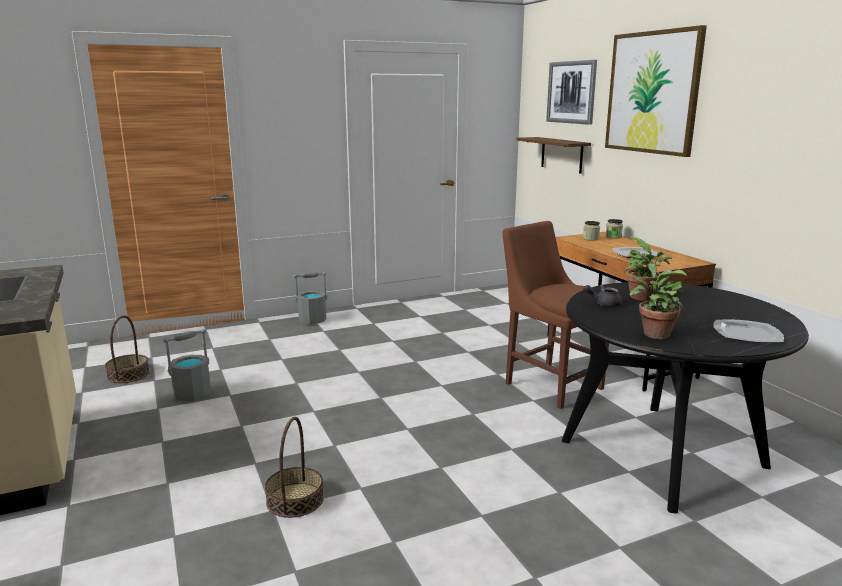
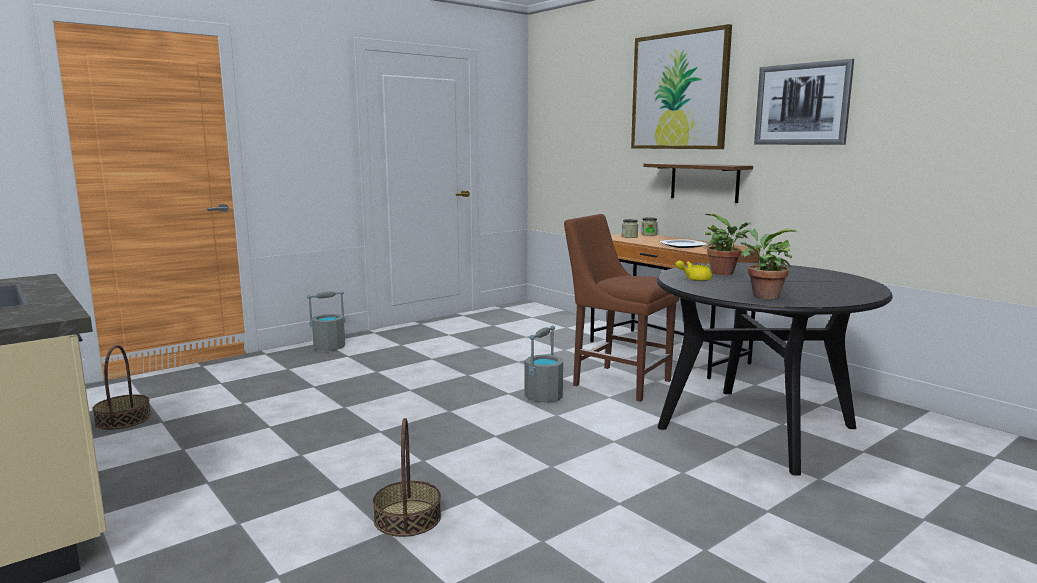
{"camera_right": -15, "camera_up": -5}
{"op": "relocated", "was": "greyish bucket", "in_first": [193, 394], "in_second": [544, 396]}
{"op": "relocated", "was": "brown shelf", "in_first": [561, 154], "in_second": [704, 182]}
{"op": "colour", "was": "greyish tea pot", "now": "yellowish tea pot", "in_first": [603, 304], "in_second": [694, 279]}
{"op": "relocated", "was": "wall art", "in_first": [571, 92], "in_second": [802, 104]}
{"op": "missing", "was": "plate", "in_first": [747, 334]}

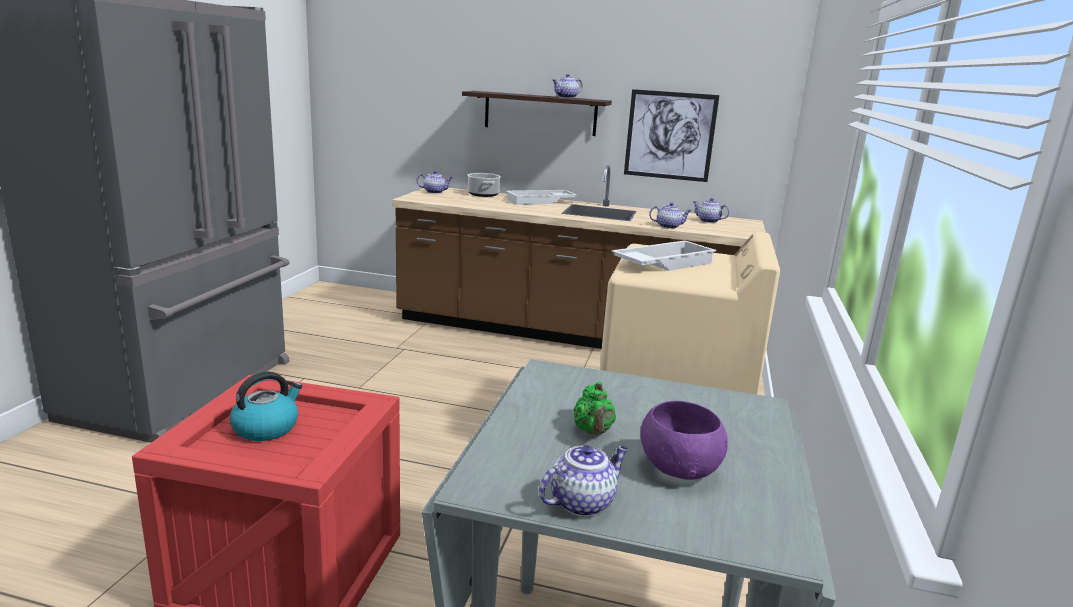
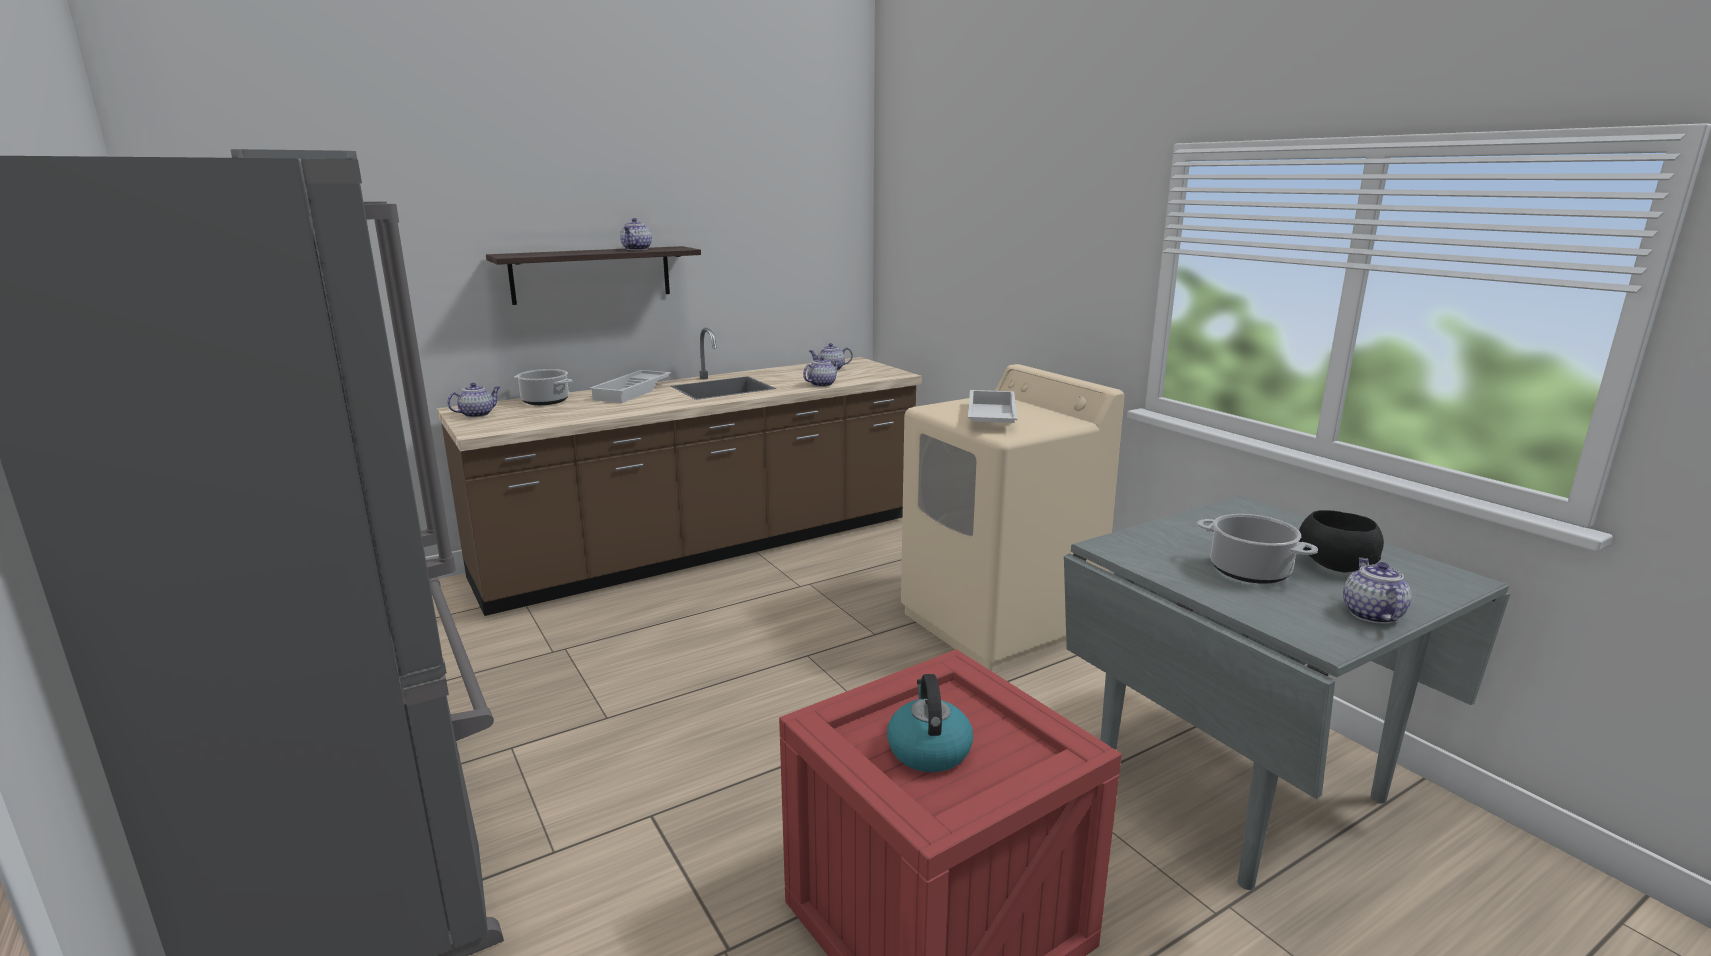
{"camera_right": -45, "camera_up": 0}
{"op": "exchanged", "was": "green tea pot", "now": "saucepot", "in_first": [593, 432], "in_second": [1250, 571]}
{"op": "colour", "was": "purple-coloured deep dish", "now": "blackish deep dish", "in_first": [678, 468], "in_second": [1333, 566]}
{"op": "missing", "was": "wall art", "in_first": [670, 135]}

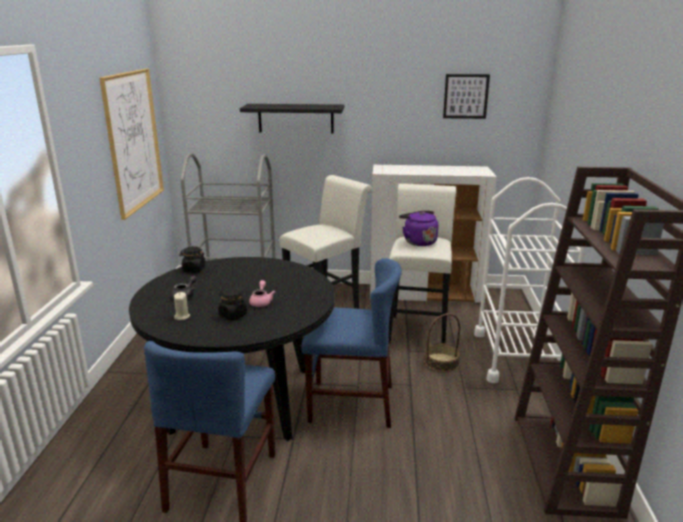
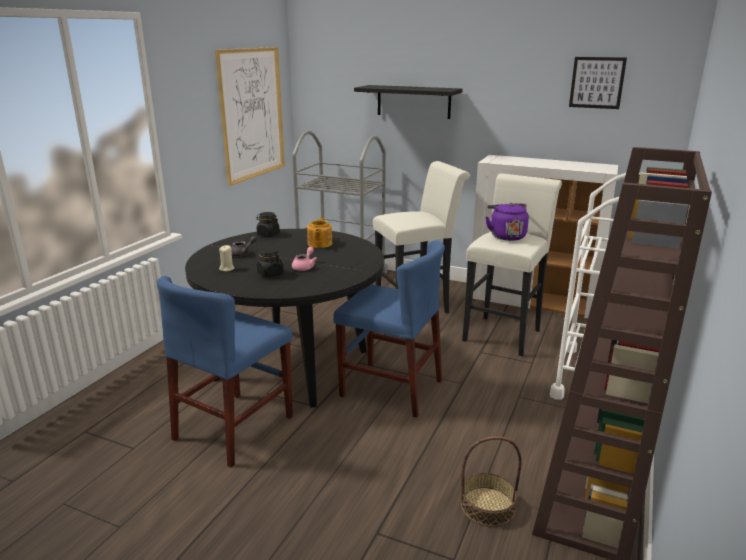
{"camera_right": 20, "camera_up": 0}
{"op": "appeared", "now": "tea pot", "in_second": [319, 244]}
{"op": "relocated", "was": "household basket", "in_first": [441, 362], "in_second": [488, 506]}

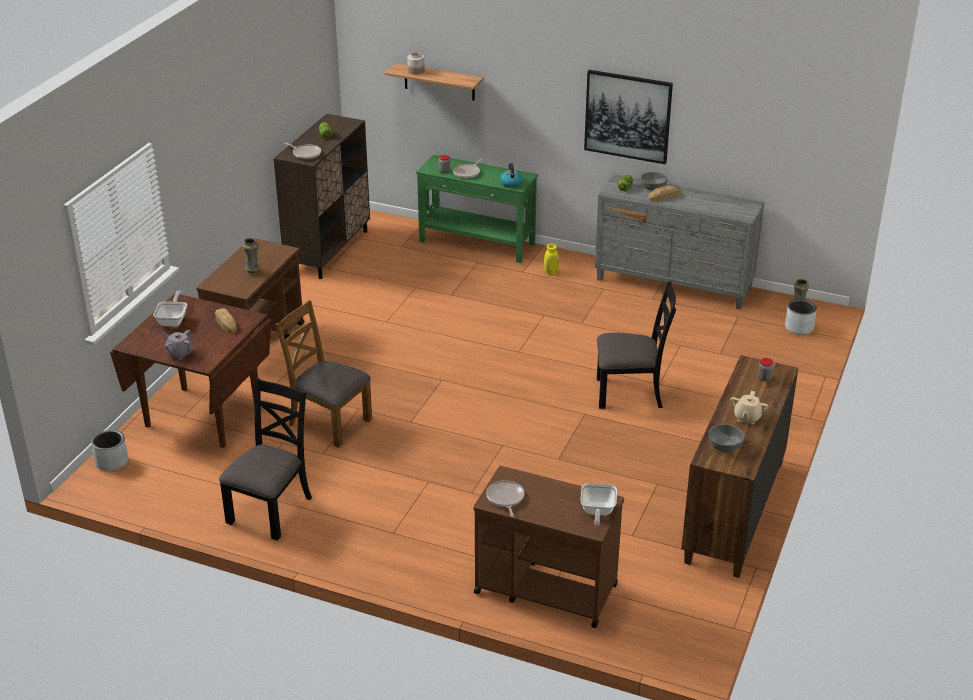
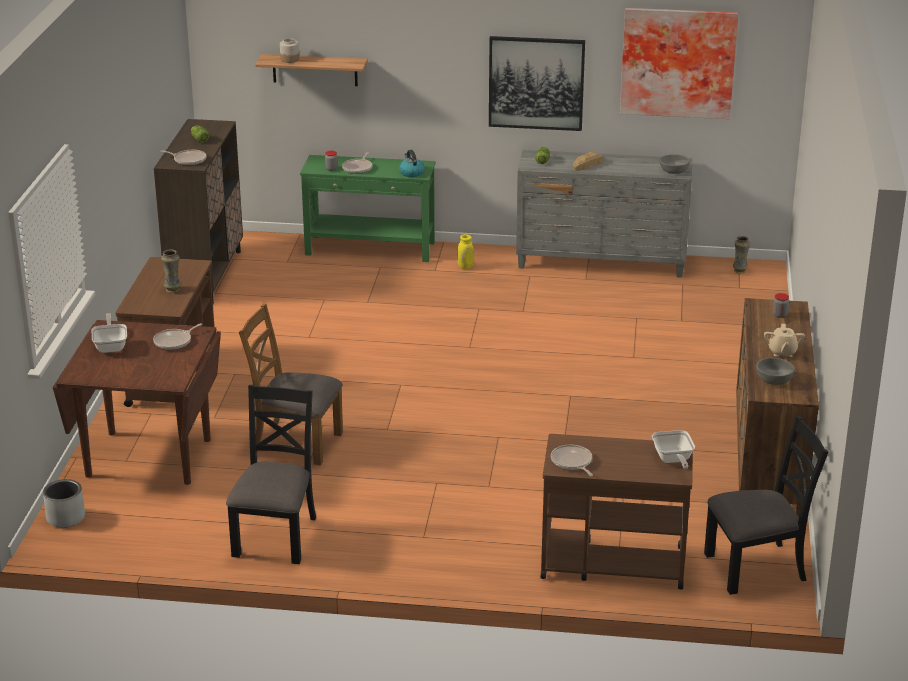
{"camera_right": -15, "camera_up": -5}
{"op": "exchanged", "was": "baked bread", "now": "frying pan", "in_first": [226, 324], "in_second": [174, 342]}
{"op": "appeared", "now": "wall art", "in_second": [678, 62]}
{"op": "relocated", "was": "greyish deep dish", "in_first": [653, 187], "in_second": [674, 170]}
{"op": "relocated", "was": "blackish chair", "in_first": [630, 393], "in_second": [756, 567]}
{"op": "missing", "was": "greyish tea pot", "in_first": [179, 353]}
{"op": "missing", "was": "greyish flower pot", "in_first": [799, 328]}

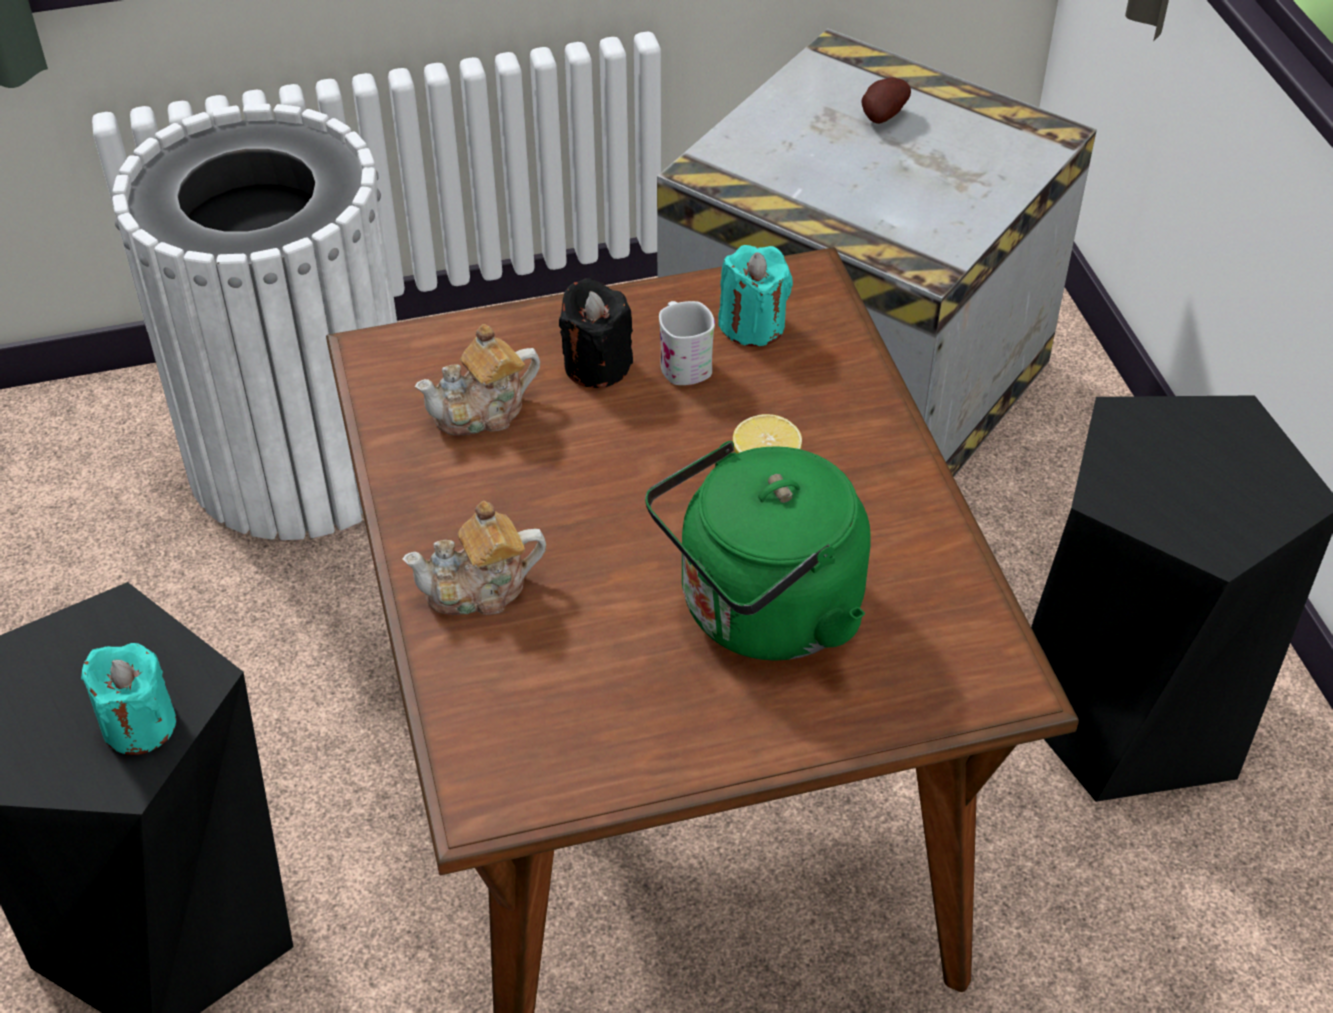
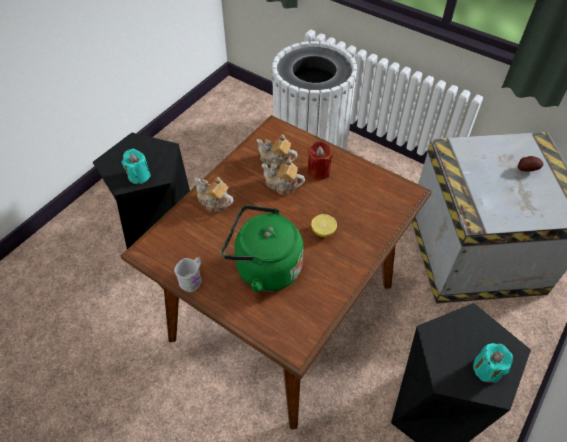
{"camera_right": 50, "camera_up": 5}
{"op": "relocated", "was": "white mug", "in_first": [682, 362], "in_second": [193, 279]}
{"op": "appeared", "now": "tea pot", "in_second": [282, 185]}
{"op": "colour", "was": "blackish candle", "now": "red-coloured candle", "in_first": [597, 365], "in_second": [319, 171]}
{"op": "relocated", "was": "turquoise candle", "in_first": [752, 325], "in_second": [487, 369]}

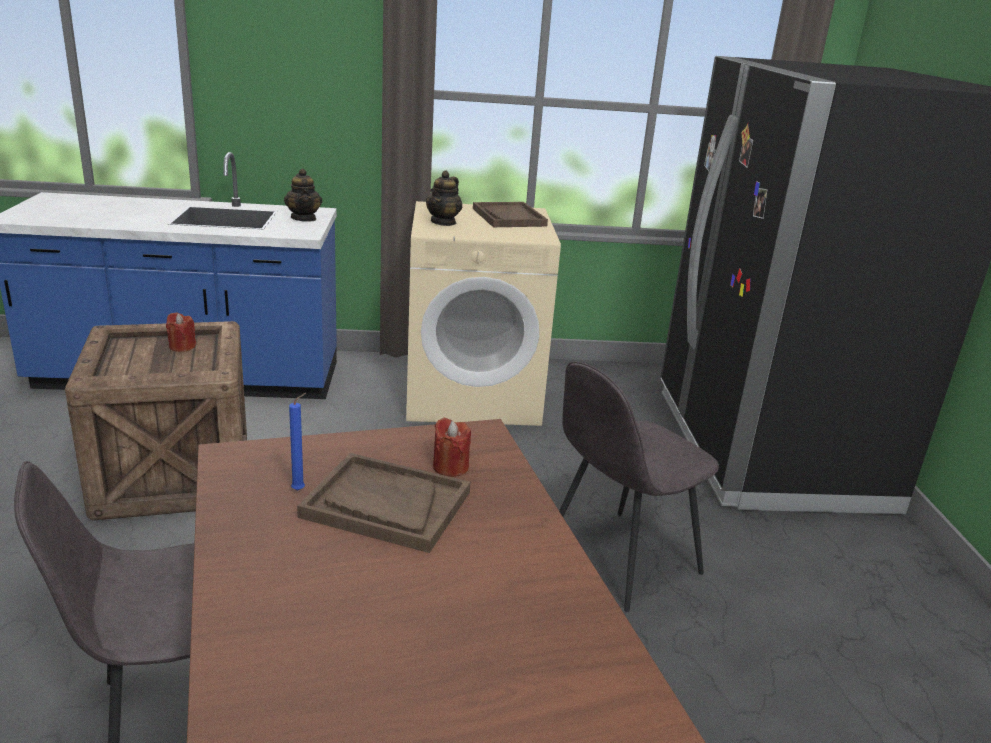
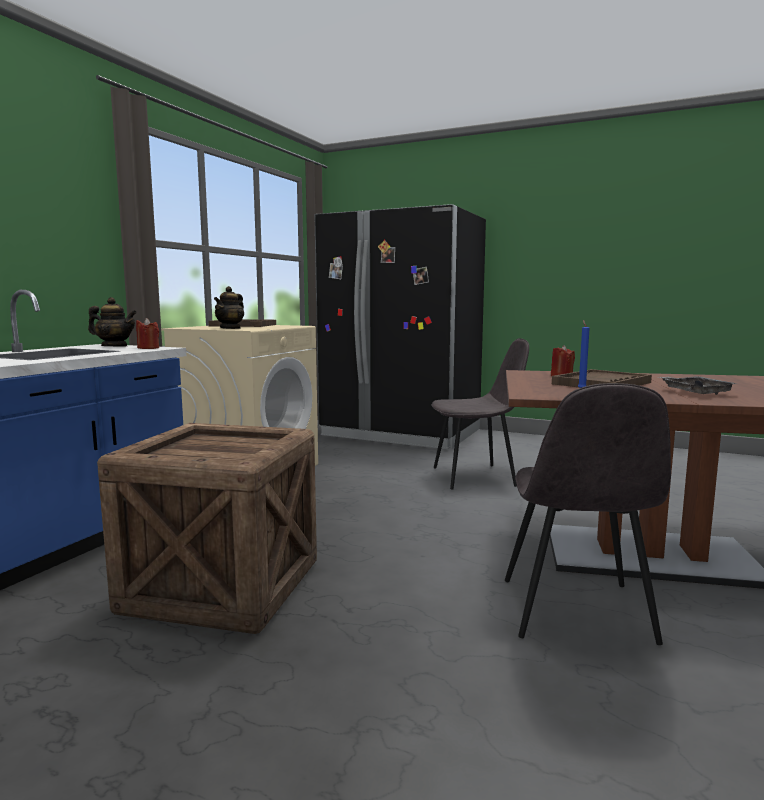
{"camera_right": -60, "camera_up": -15}
{"op": "relocated", "was": "red-coloured candle", "in_first": [182, 346], "in_second": [148, 348]}
{"op": "spun", "was": "tea pot", "in_first": [443, 222], "in_second": [230, 328], "clockwise": 60}
{"op": "spun", "was": "greyish chair", "in_first": [619, 560], "in_second": [476, 477], "clockwise": -90}
{"op": "appeared", "now": "greyish serving tray", "in_second": [695, 392]}

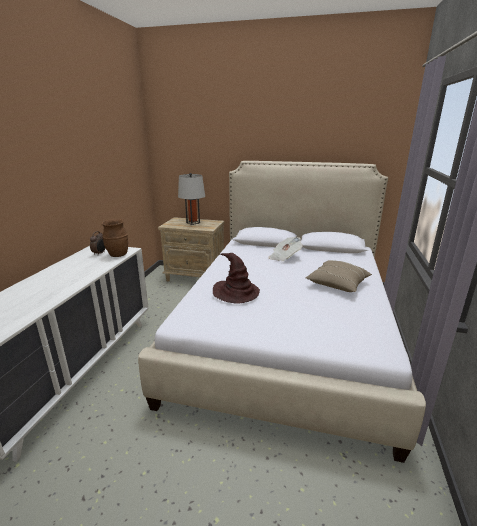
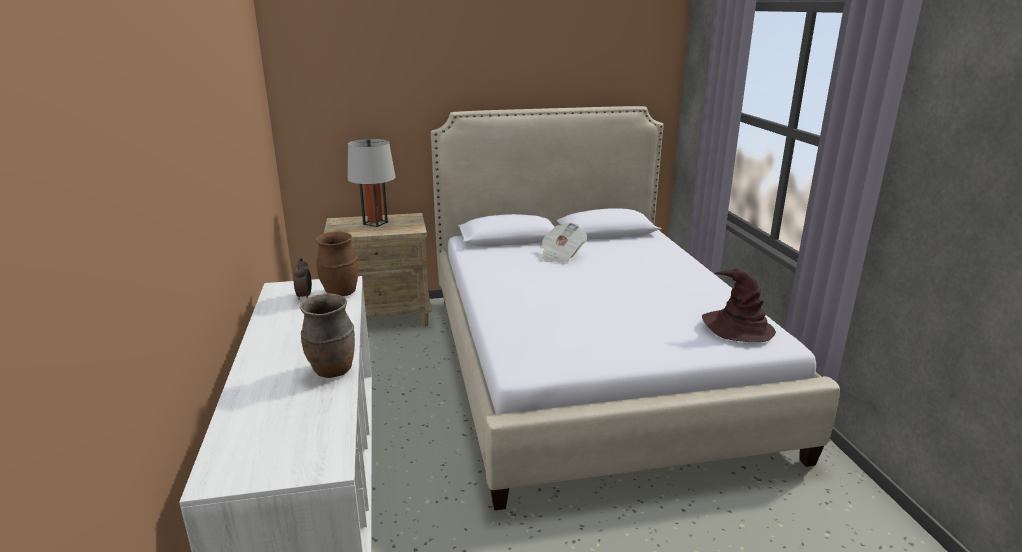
{"camera_right": -25, "camera_up": 0}
{"op": "appeared", "now": "brown vase", "in_second": [332, 371]}
{"op": "relocated", "was": "brown clothing hat", "in_first": [236, 293], "in_second": [737, 327]}
{"op": "missing", "was": "beige-coloured pillow", "in_first": [337, 284]}

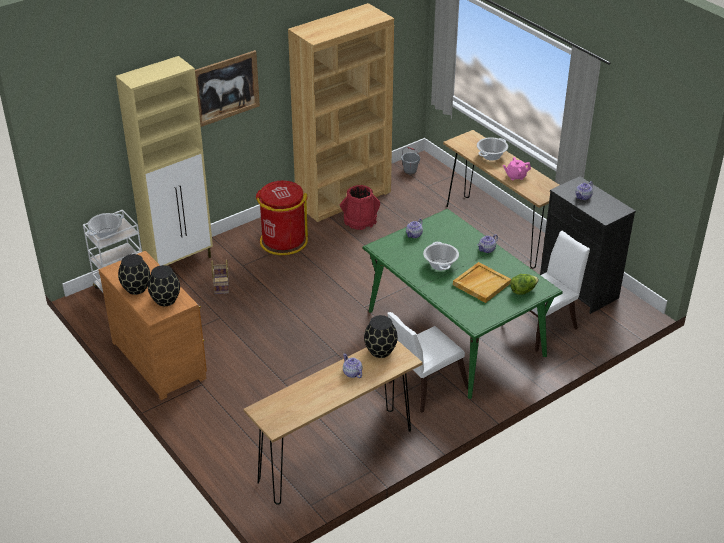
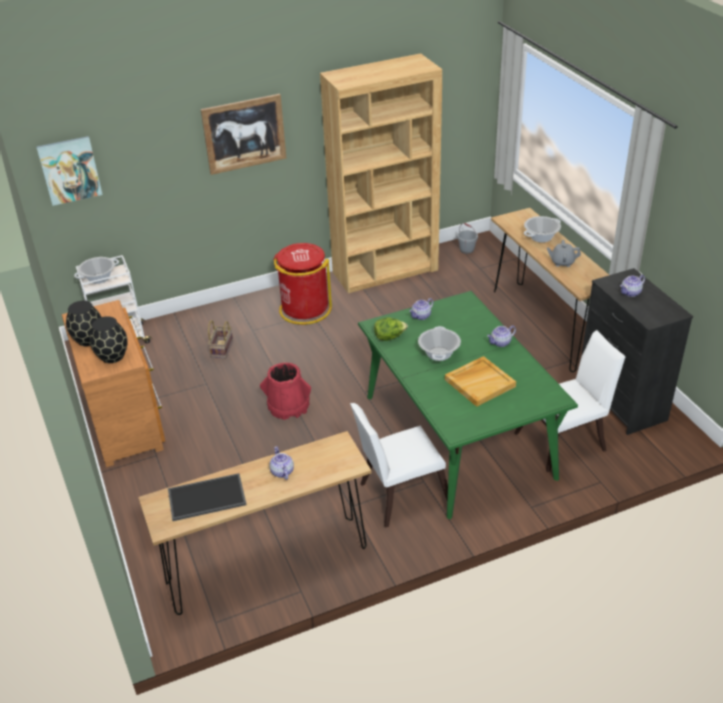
{"camera_right": 15, "camera_up": 0}
{"op": "appeared", "now": "wall art", "in_second": [69, 170]}
{"op": "appeared", "now": "serving tray", "in_second": [206, 498]}
{"op": "relocated", "was": "red-coloured bucket", "in_first": [360, 220], "in_second": [288, 406]}
{"op": "relocated", "was": "lettuce", "in_first": [523, 291], "in_second": [389, 337]}
{"op": "colour", "was": "pinkish tea pot", "now": "greyish tea pot", "in_first": [515, 176], "in_second": [562, 262]}
{"op": "missing", "was": "beige-coloured storage cabinet", "in_first": [180, 261]}
{"op": "missing", "was": "blackish vase", "in_first": [380, 350]}

